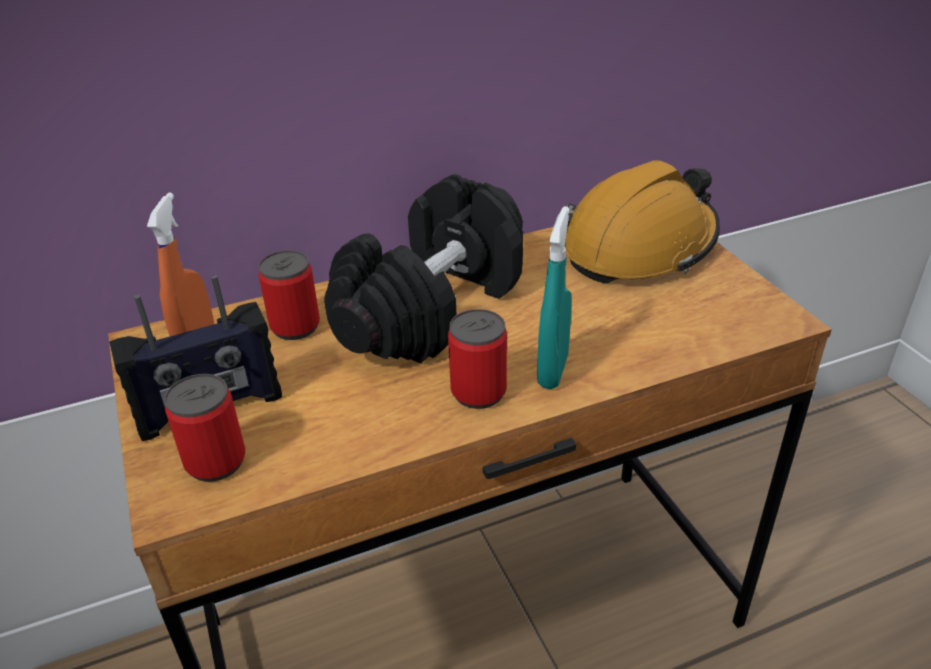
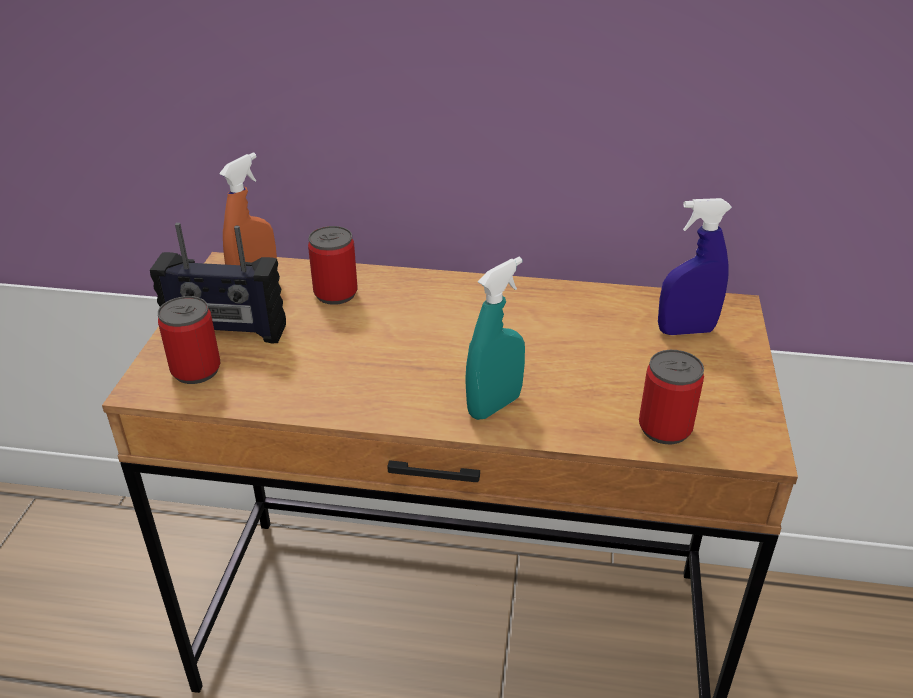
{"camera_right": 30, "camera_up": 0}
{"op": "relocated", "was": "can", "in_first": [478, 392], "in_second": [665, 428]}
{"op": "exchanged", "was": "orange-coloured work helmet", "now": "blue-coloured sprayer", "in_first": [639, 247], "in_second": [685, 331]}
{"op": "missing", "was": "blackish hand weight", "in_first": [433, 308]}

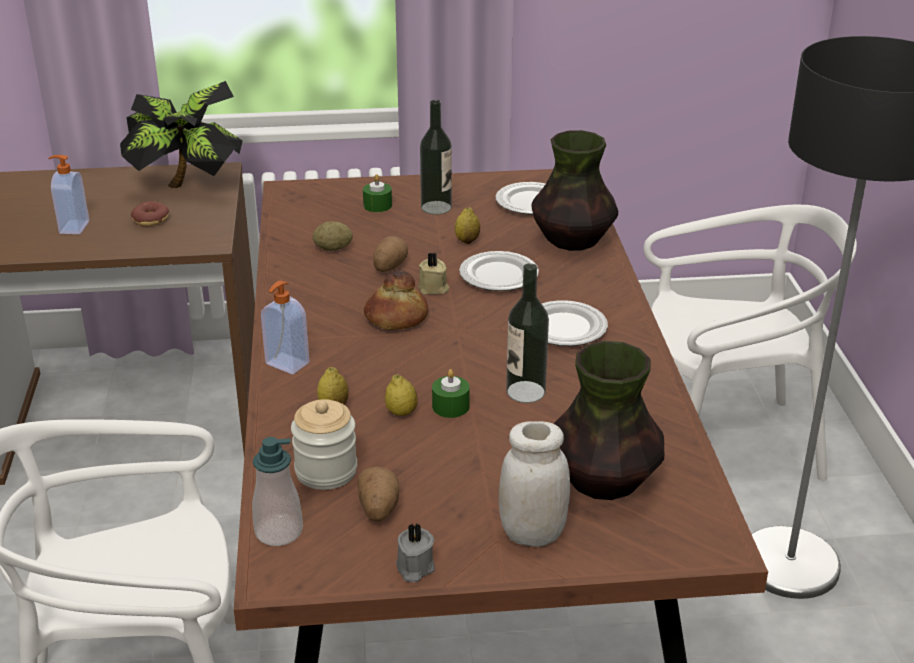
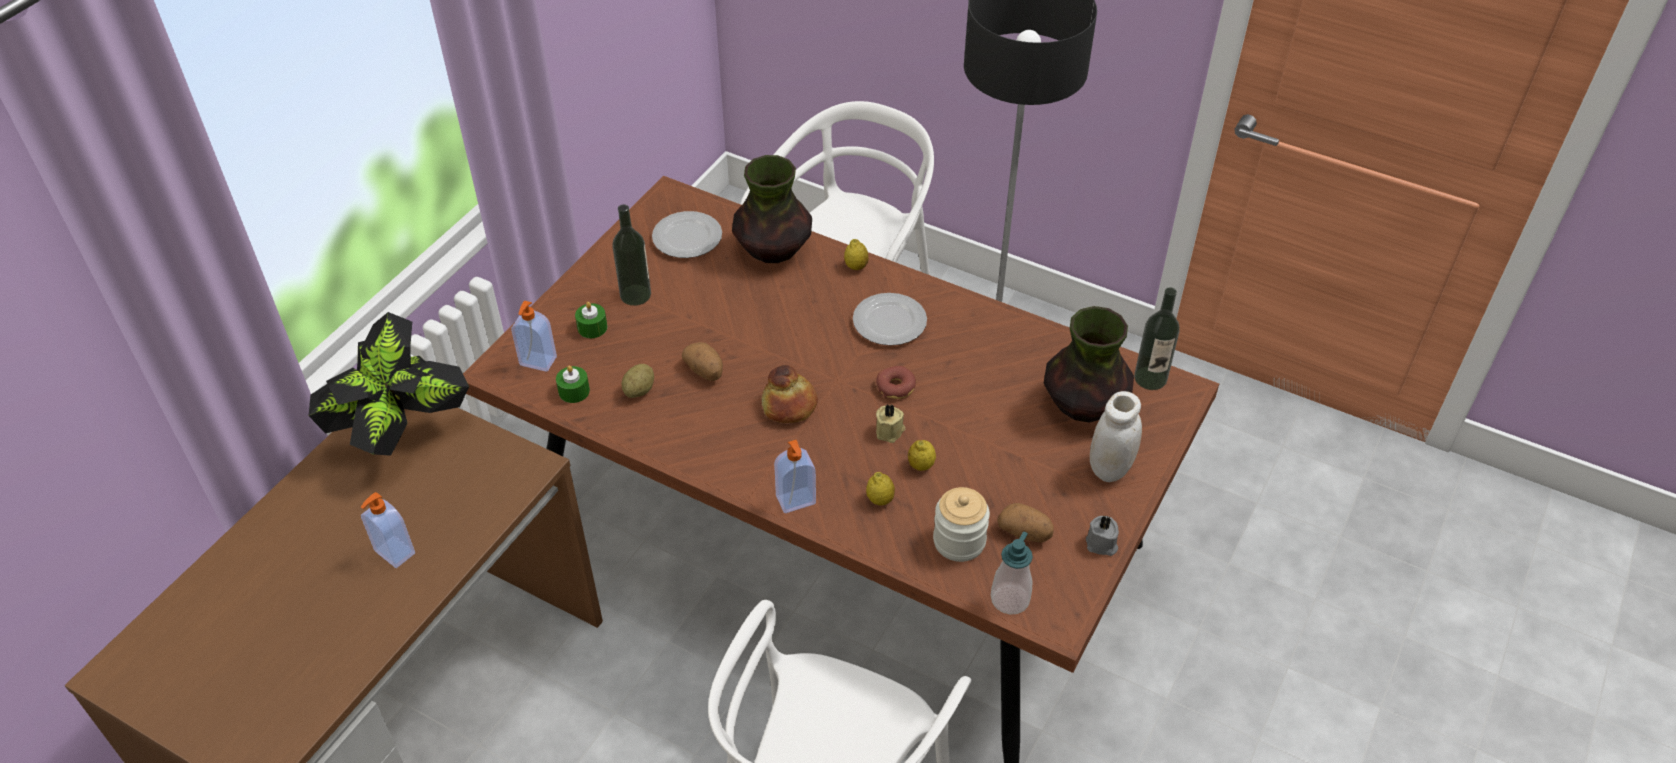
{"camera_right": -55, "camera_up": 15}
{"op": "appeared", "now": "soap dispenser", "in_second": [537, 362]}
{"op": "relocated", "was": "green candle", "in_first": [450, 406], "in_second": [574, 391]}
{"op": "relocated", "was": "lemon", "in_first": [467, 241], "in_second": [856, 266]}
{"op": "relocated", "was": "doughnut", "in_first": [151, 219], "in_second": [896, 387]}
{"op": "relocated", "was": "beige-coloured candle", "in_first": [433, 288], "in_second": [890, 431]}
{"op": "relocated", "was": "drink bottle", "in_first": [525, 392], "in_second": [1150, 378]}
{"op": "missing", "was": "plate", "in_first": [498, 275]}

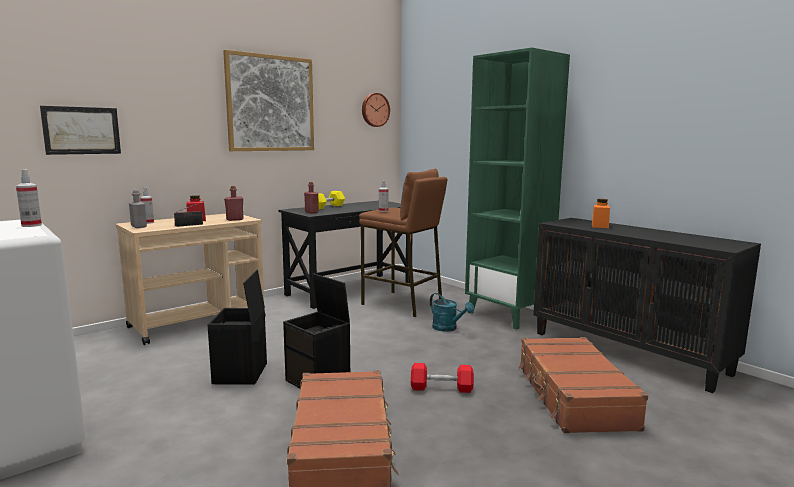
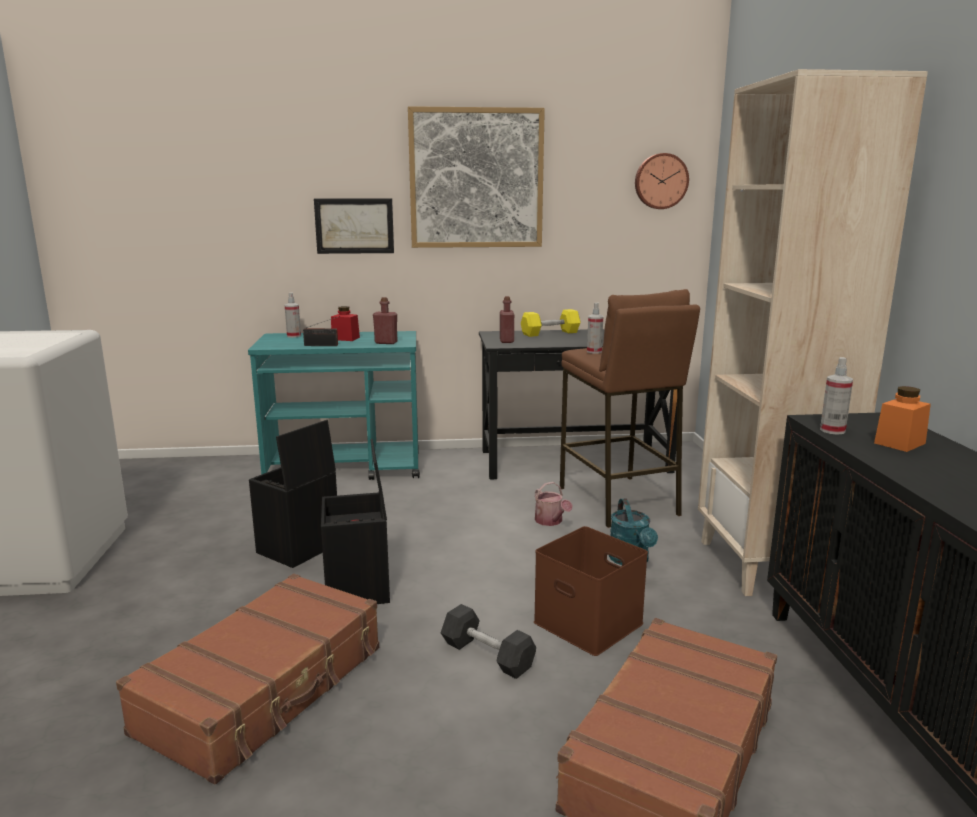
{"camera_right": 35, "camera_up": 5}
{"op": "colour", "was": "beige-coloured cart", "now": "turquoise cart", "in_first": [198, 322], "in_second": [346, 467]}
{"op": "relocated", "was": "wall art", "in_first": [82, 130], "in_second": [354, 226]}
{"op": "colour", "was": "red-coloured hand weight", "now": "greyish hand weight", "in_first": [441, 388], "in_second": [487, 655]}
{"op": "appeared", "now": "brown storage box", "in_second": [591, 623]}
{"op": "appeared", "now": "sprinkling can", "in_second": [550, 521]}
{"op": "colour", "was": "green bookshelf", "now": "beige-coloured bookshelf", "in_first": [508, 315], "in_second": [767, 565]}
{"op": "relocated", "was": "sprayer", "in_first": [31, 225], "in_second": [832, 430]}
{"op": "missing", "was": "greyish drink bottle", "in_first": [139, 226]}

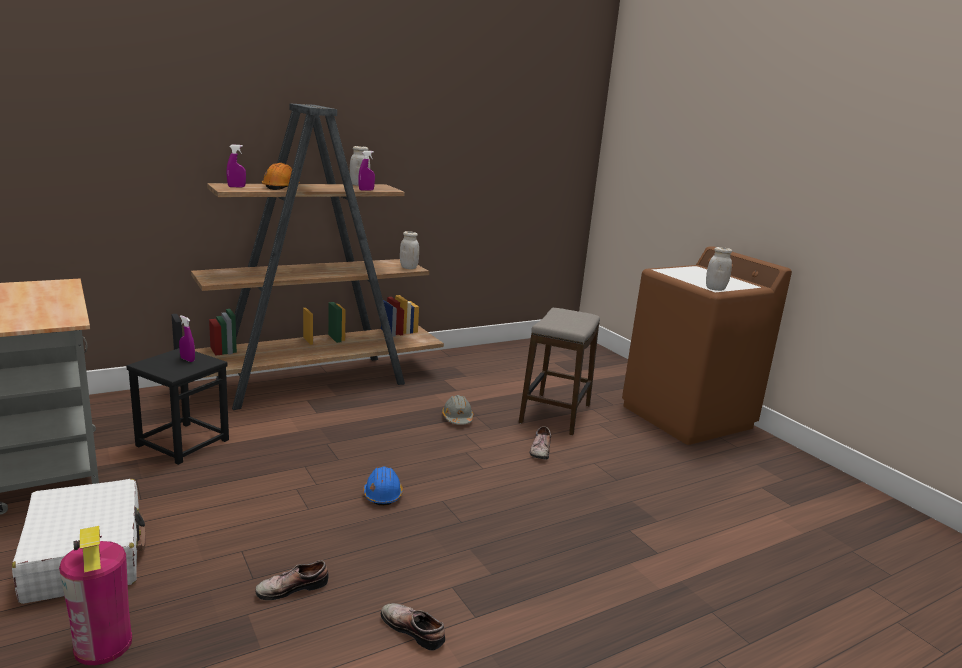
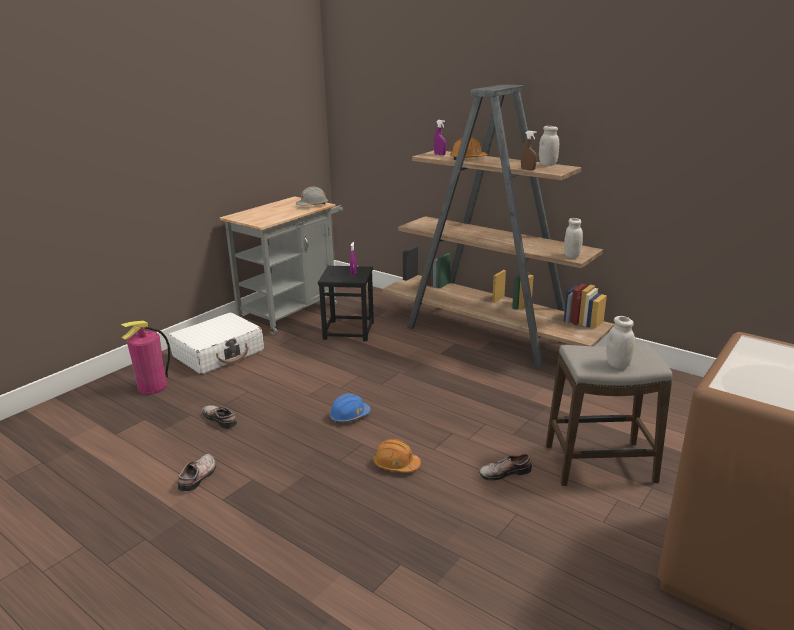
{"camera_right": 70, "camera_up": 5}
{"op": "relocated", "was": "greyish work helmet", "in_first": [457, 418], "in_second": [312, 205]}
{"op": "appeared", "now": "orange-coloured work helmet", "in_second": [396, 464]}
{"op": "colour", "was": "purple-coloured sprayer", "now": "brown sprayer", "in_first": [366, 190], "in_second": [528, 169]}
{"op": "relocated", "was": "white storage jar", "in_first": [715, 289], "in_second": [617, 364]}

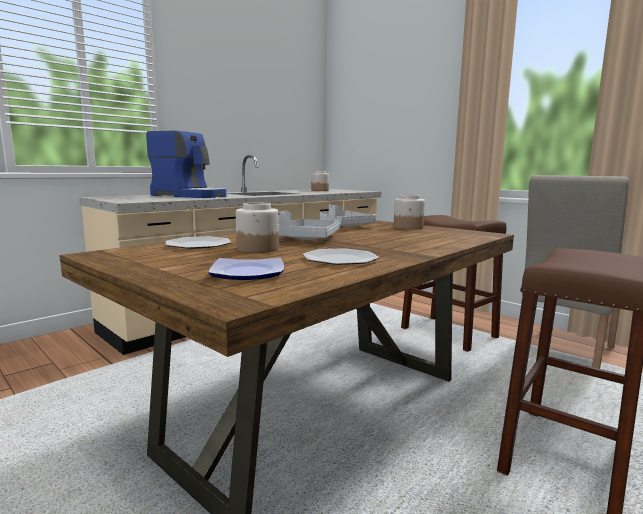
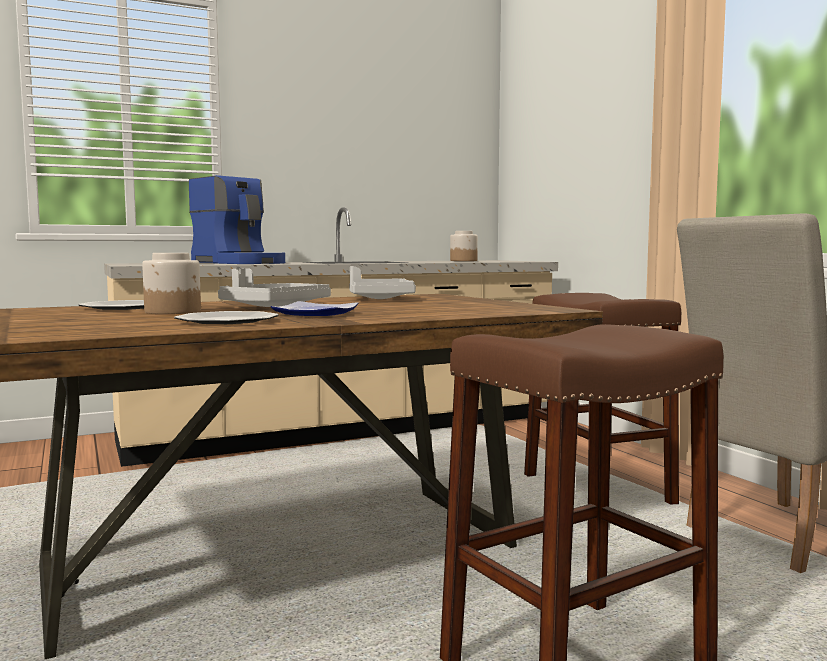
{"camera_right": 20, "camera_up": -5}
{"op": "relocated", "was": "plate", "in_first": [249, 273], "in_second": [317, 313]}
{"op": "missing", "was": "storage jar", "in_first": [408, 227]}

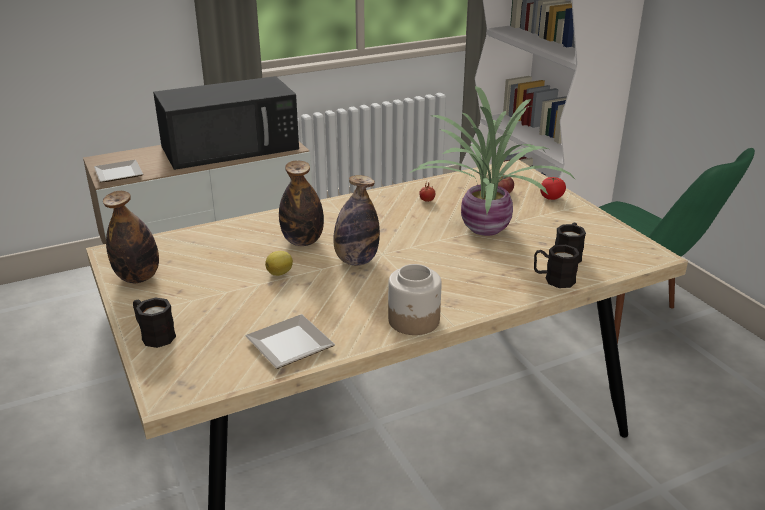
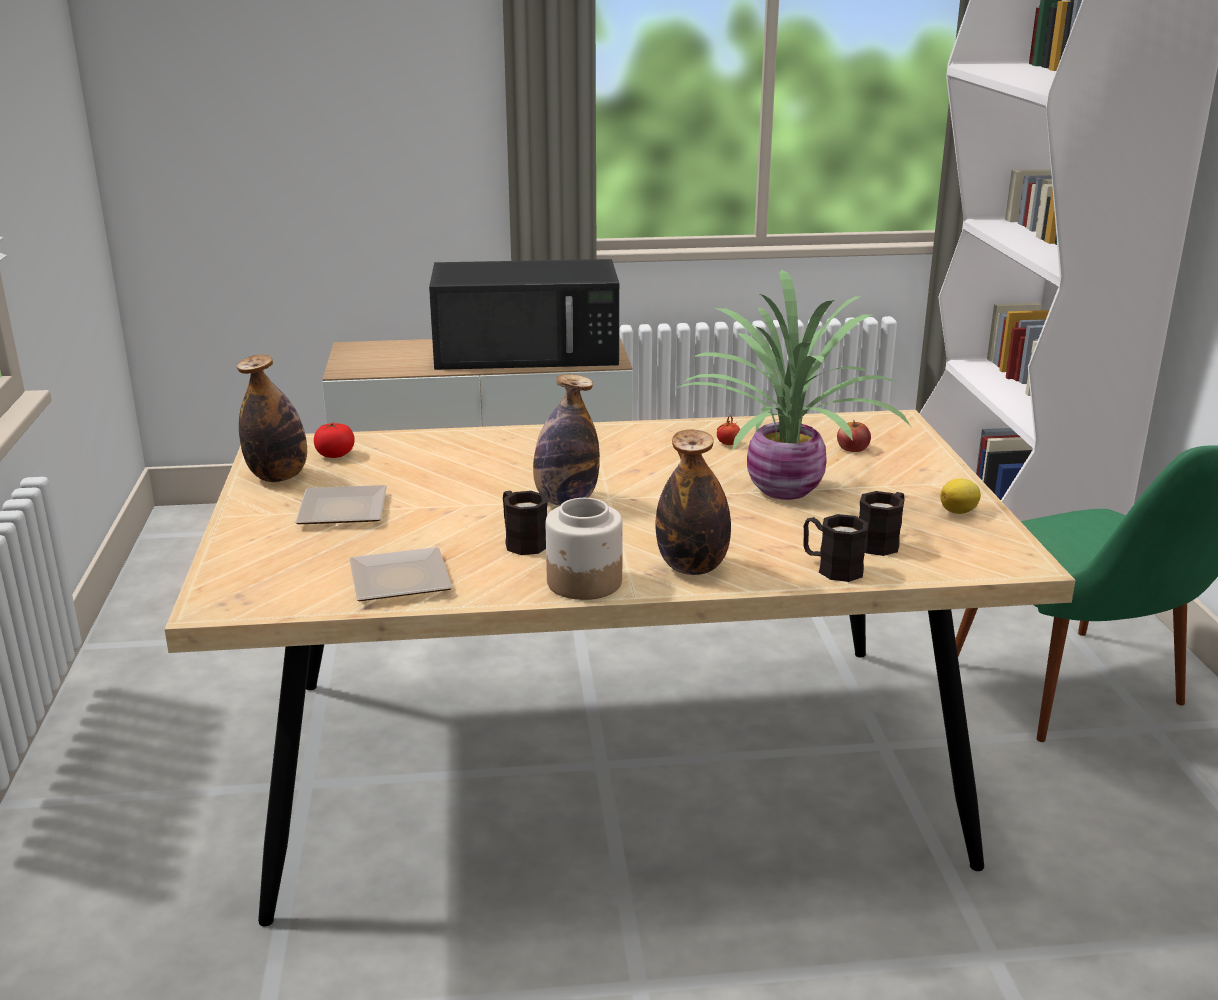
{"camera_right": 20, "camera_up": -5}
{"op": "relocated", "was": "plate", "in_first": [117, 175], "in_second": [339, 512]}
{"op": "relocated", "was": "whole tomato", "in_first": [551, 197], "in_second": [335, 455]}
{"op": "relocated", "was": "blackish mug", "in_first": [154, 335], "in_second": [521, 541]}
{"op": "relocated", "was": "drink bottle", "in_first": [303, 241], "in_second": [692, 567]}
{"op": "relocated", "was": "lemon", "in_first": [280, 273], "in_second": [959, 512]}

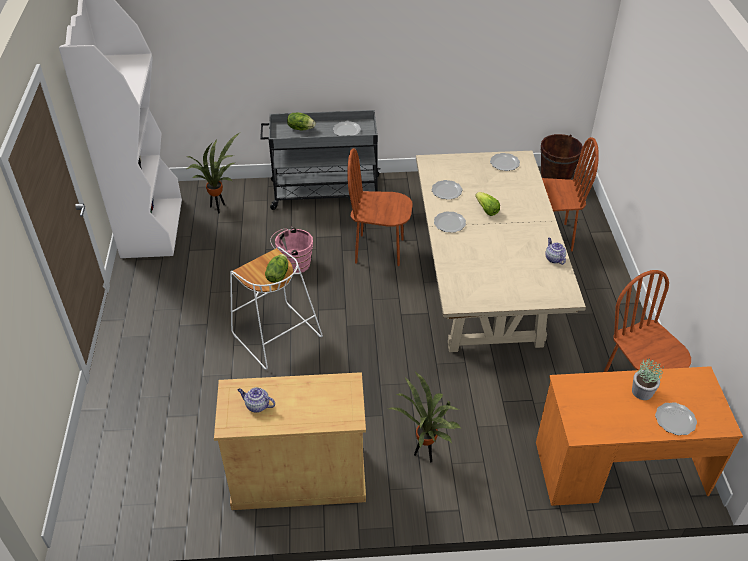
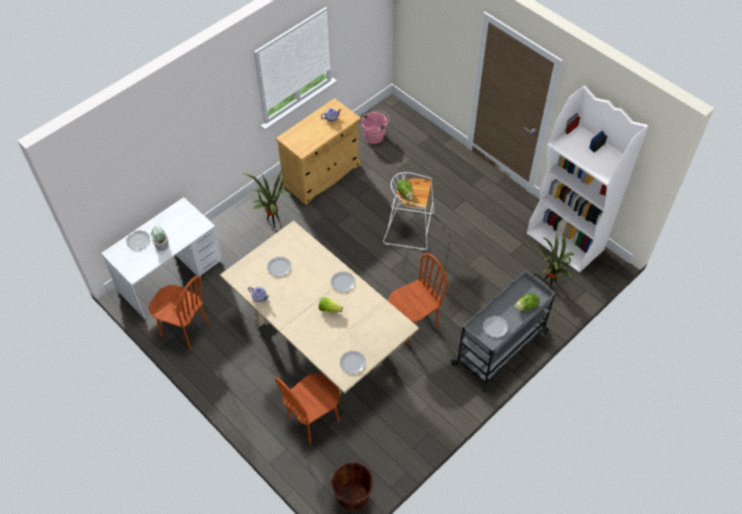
{"camera_right": 140, "camera_up": 10}
{"op": "colour", "was": "orange-coloured desk unit", "now": "white desk unit", "in_first": [619, 468], "in_second": [171, 277]}
{"op": "relocated", "was": "plate", "in_first": [446, 191], "in_second": [279, 267]}
{"op": "relocated", "was": "pinkish bucket", "in_first": [293, 264], "in_second": [375, 135]}

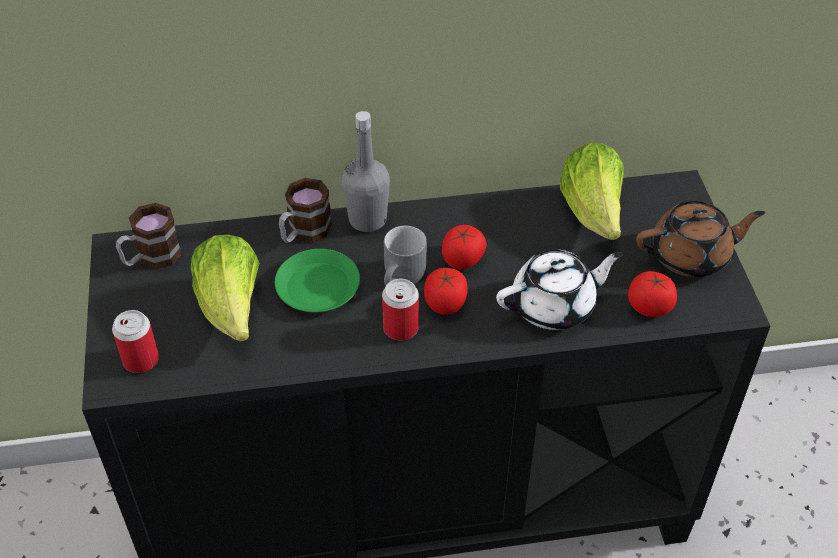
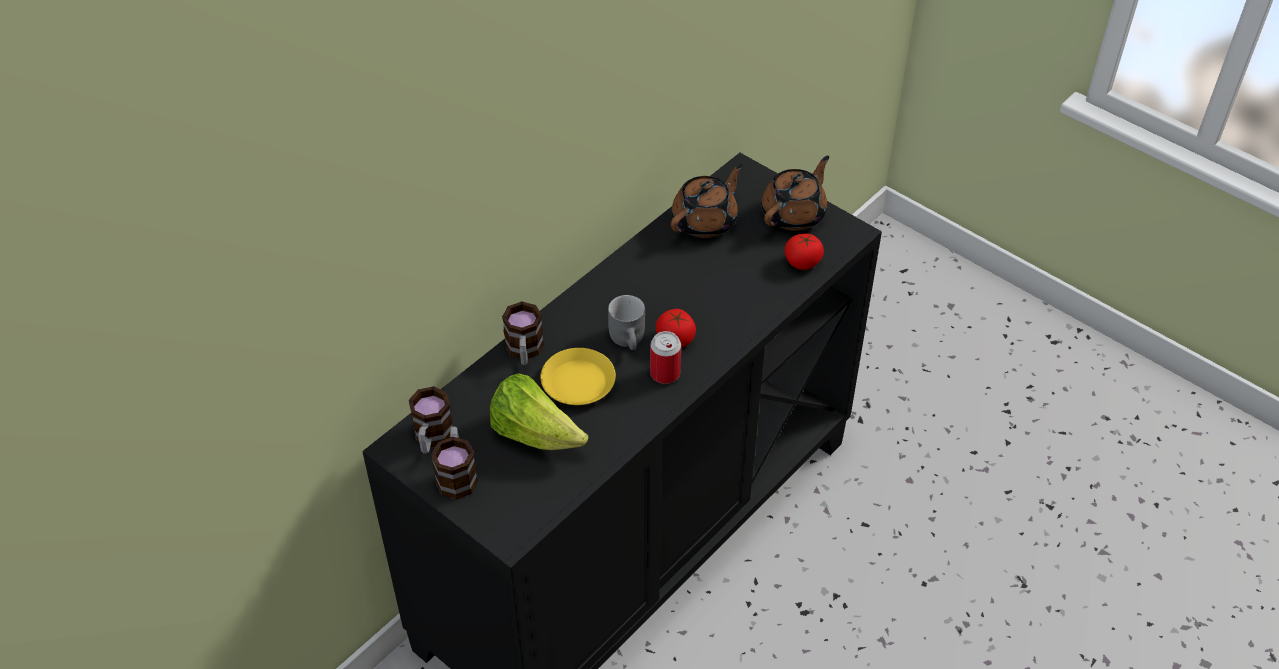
{"camera_right": -40, "camera_up": 0}
{"op": "appeared", "now": "mug", "in_second": [457, 474]}
{"op": "colour", "was": "green plate", "now": "yellowish plate", "in_first": [317, 287], "in_second": [578, 382]}
{"op": "exchanged", "was": "lettuce", "now": "brown tea pot", "in_first": [593, 213], "in_second": [705, 221]}
{"op": "missing", "was": "can", "in_first": [141, 360]}
{"op": "missing", "was": "greyish drink bottle", "in_first": [367, 219]}
{"op": "missing", "was": "whole tomato", "in_first": [462, 259]}
{"op": "missing", "was": "white tea pot", "in_first": [554, 306]}

